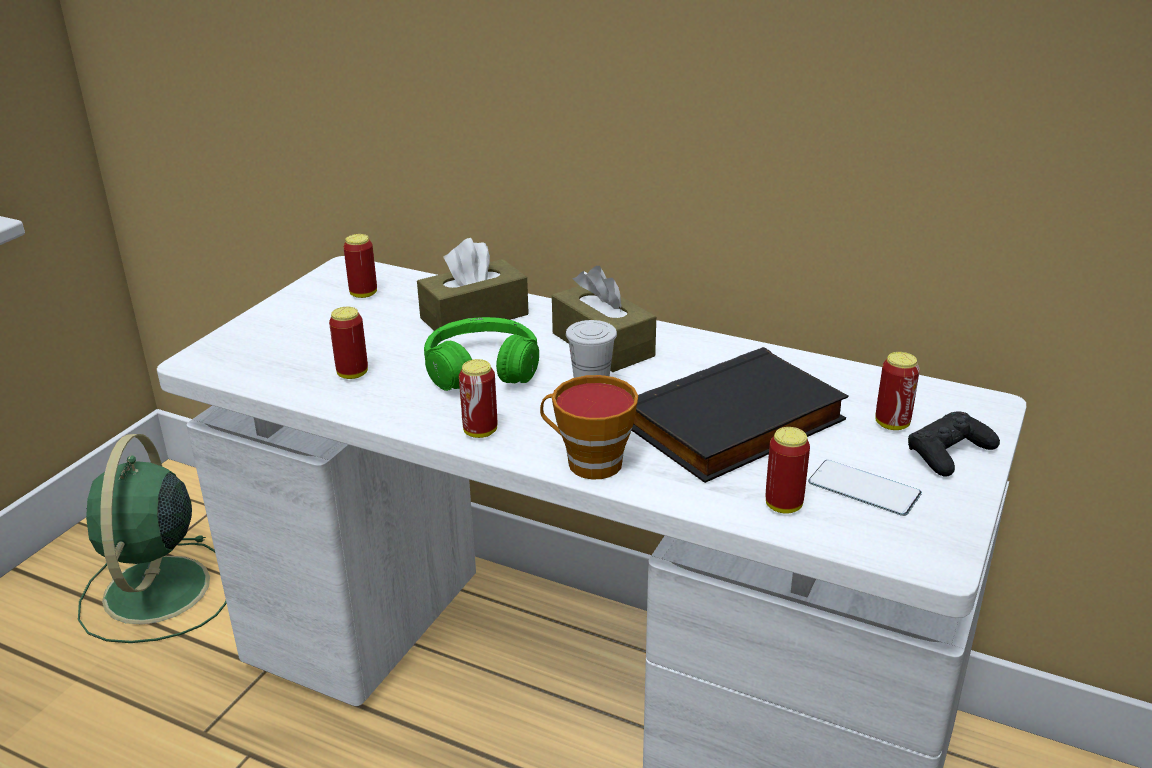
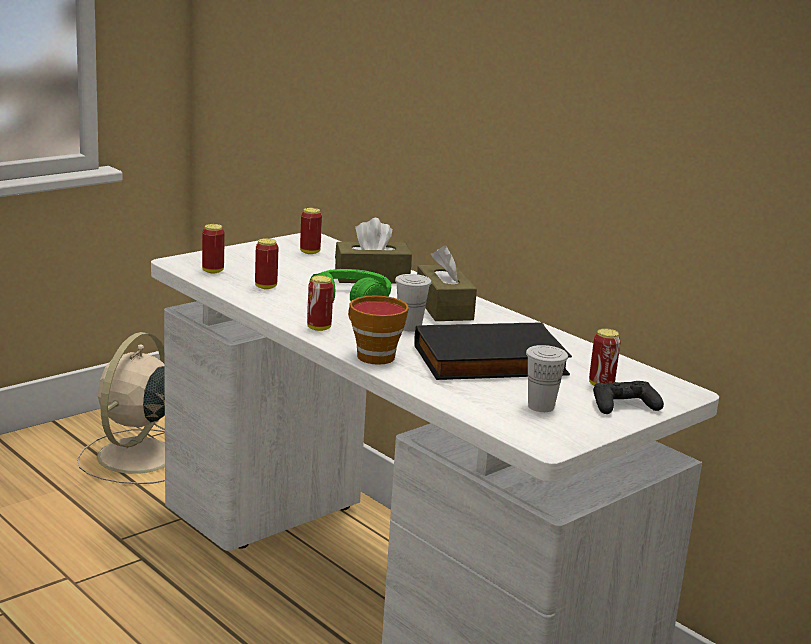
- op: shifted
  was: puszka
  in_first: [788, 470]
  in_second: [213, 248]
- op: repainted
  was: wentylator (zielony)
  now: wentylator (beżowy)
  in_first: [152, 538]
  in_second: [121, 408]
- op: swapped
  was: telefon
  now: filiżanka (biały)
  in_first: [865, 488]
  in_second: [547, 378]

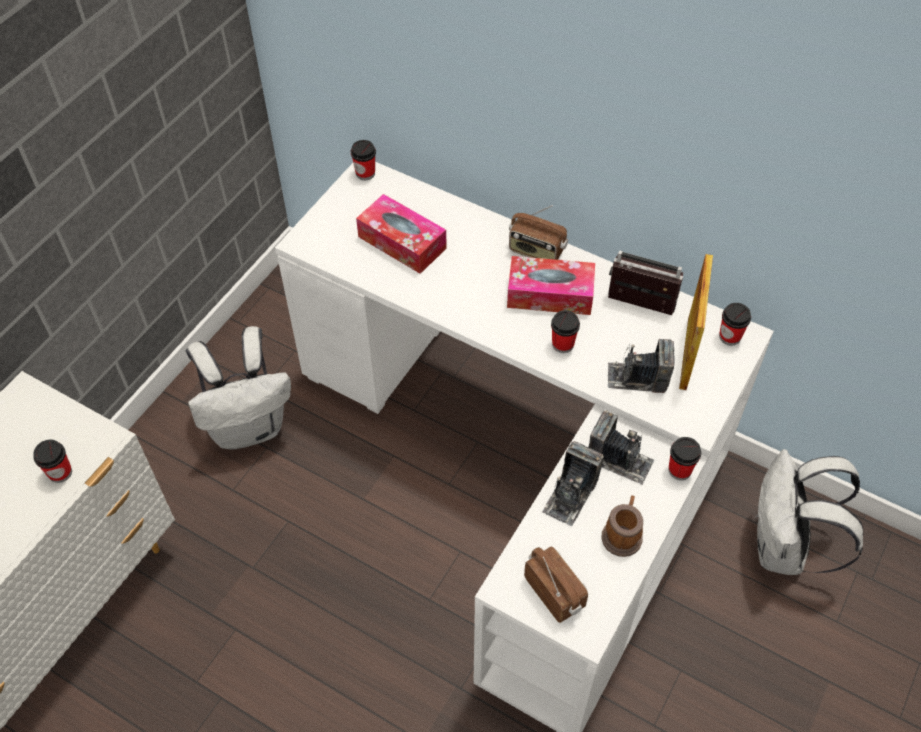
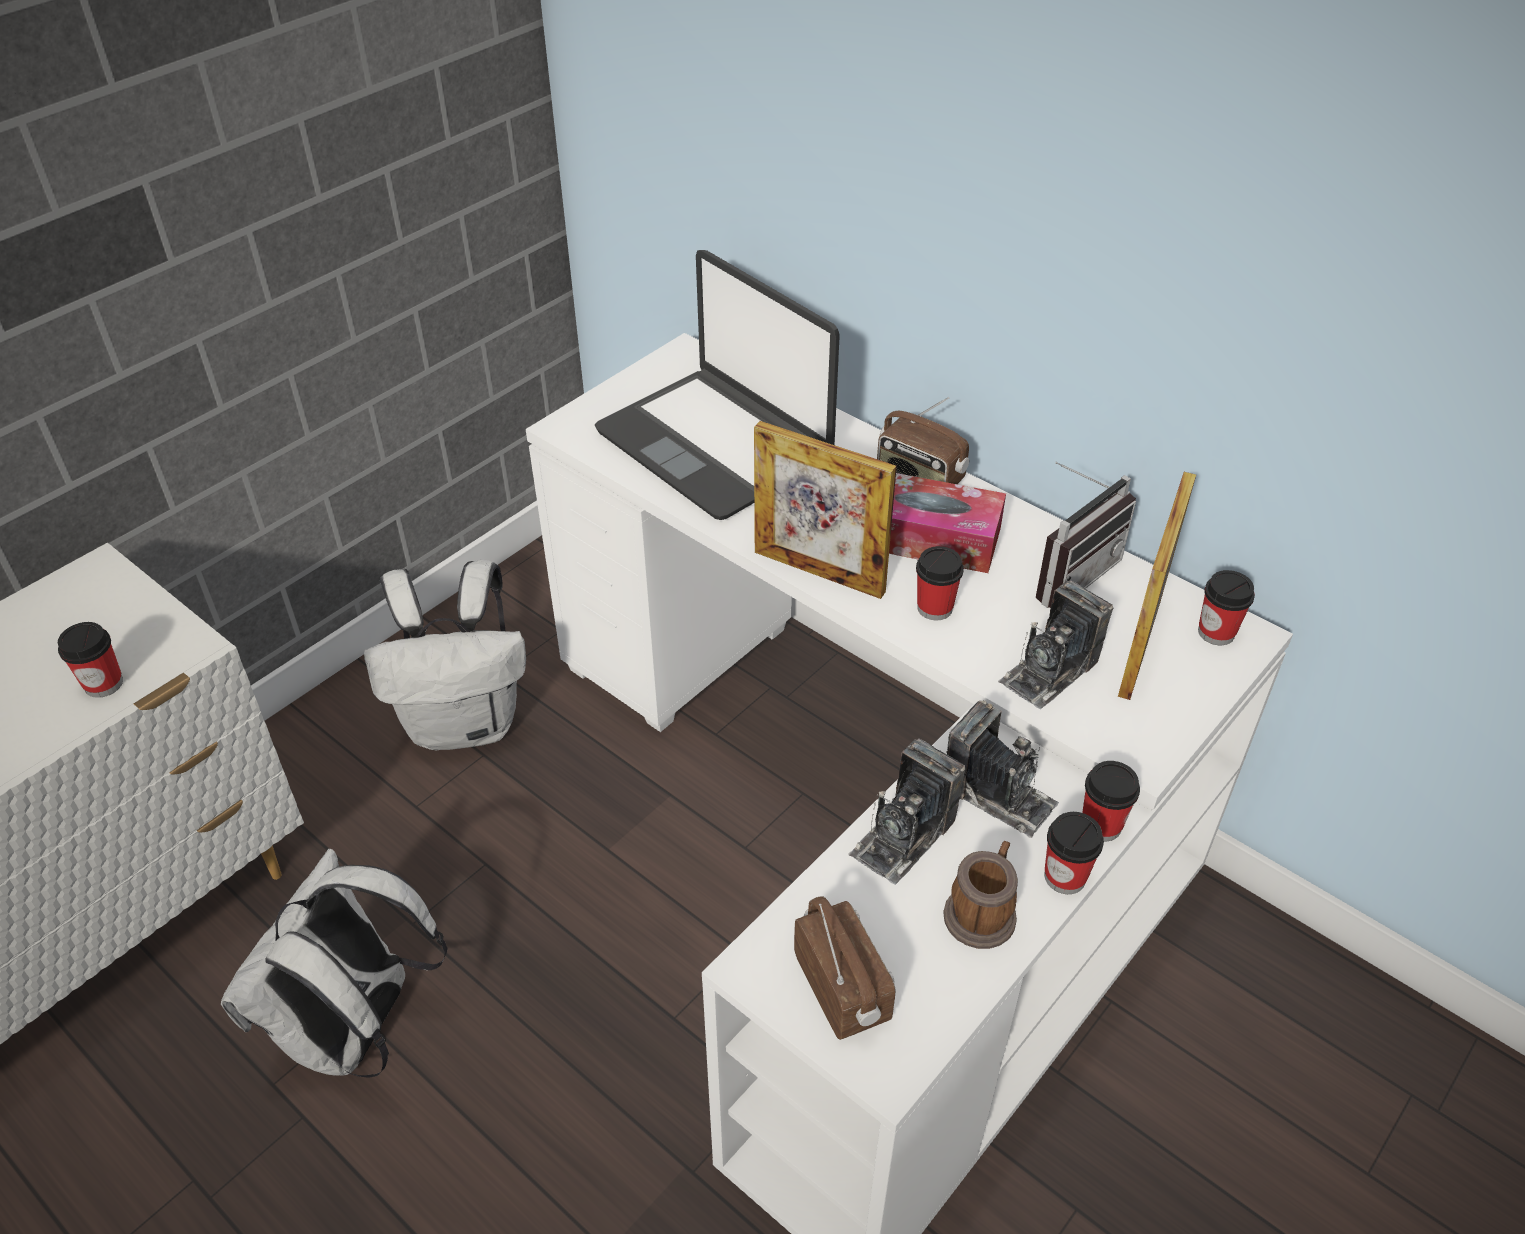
- op: shifted
  was: filiżanka
  in_first: [363, 160]
  in_second: [1074, 853]
- op: swapped
  was: pudełko chusteczek
  now: laptop
  in_first: [401, 234]
  in_second: [717, 385]
- op: rotated
  was: radio
  in_first: [645, 282]
  in_second: [1086, 535]
  clockwise: 105
- op: rotated
  was: aparat fotograficzny
  in_first: [641, 366]
  in_second: [1055, 644]
  clockwise: -60
- op: shifted
  was: plecak (biały)
  in_first: [809, 512]
  in_second: [334, 963]
- op: new
  now: ramka na zdjęcie
  in_second: [825, 510]

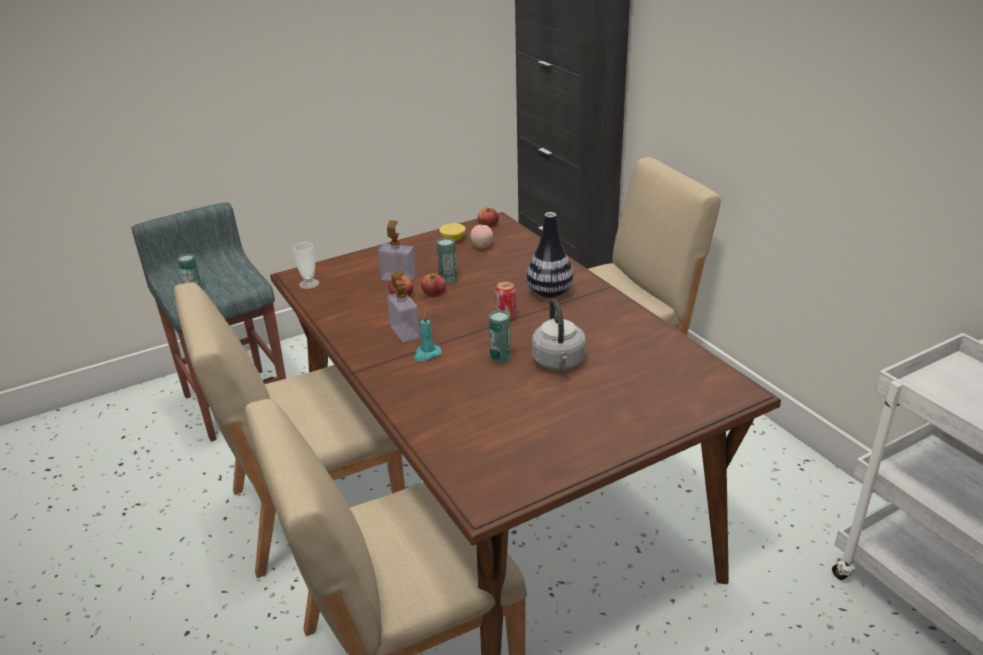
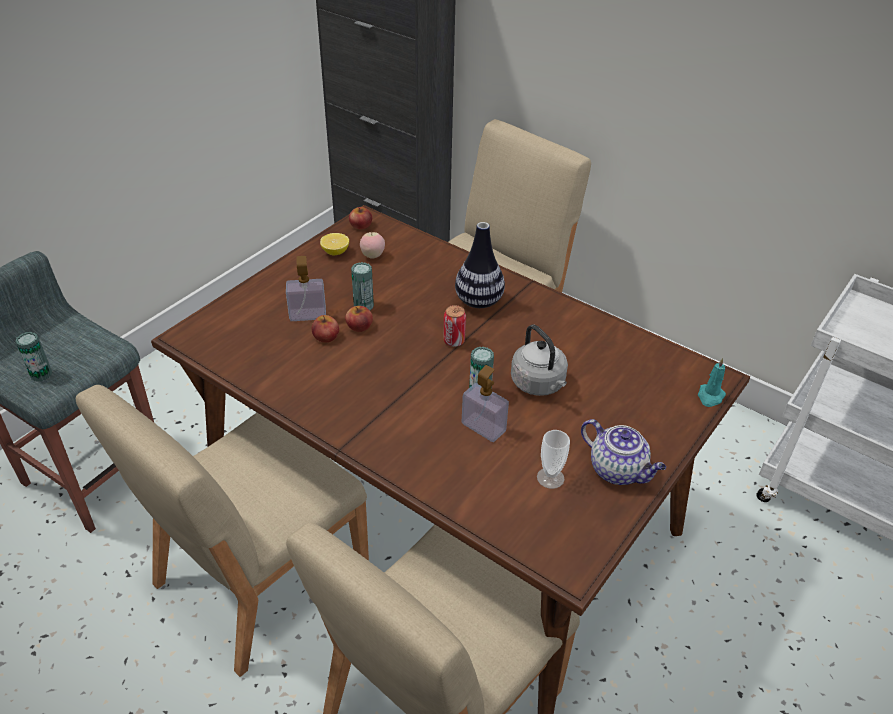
- op: shifted
  was: filiżanka
  in_first: [306, 265]
  in_second: [553, 459]
- op: shifted
  was: dozownik mydła
  in_first: [403, 306]
  in_second: [485, 403]
- op: shifted
  was: świeca (turkusowy)
  in_first: [427, 337]
  in_second: [712, 382]
- op: new
  now: imbryk
  in_second: [623, 452]

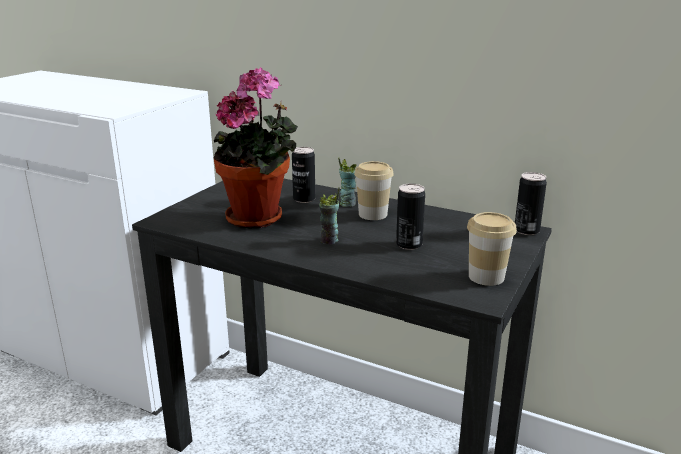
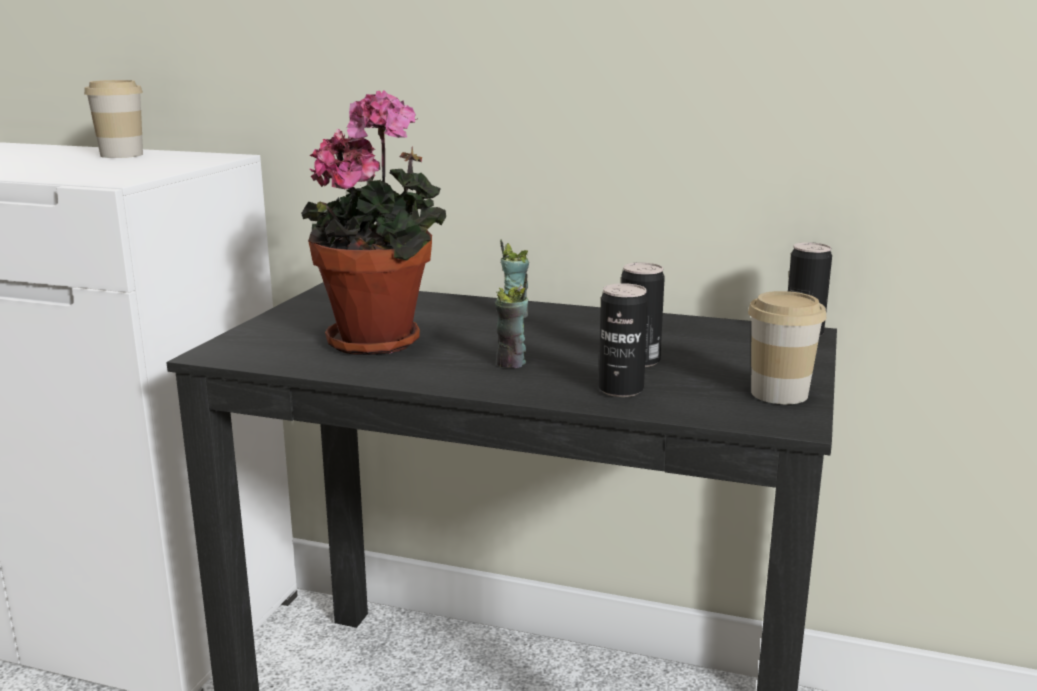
- op: shifted
  was: puszka
  in_first: [303, 175]
  in_second: [623, 340]
- op: shifted
  was: filiżanka
  in_first: [374, 190]
  in_second: [113, 119]

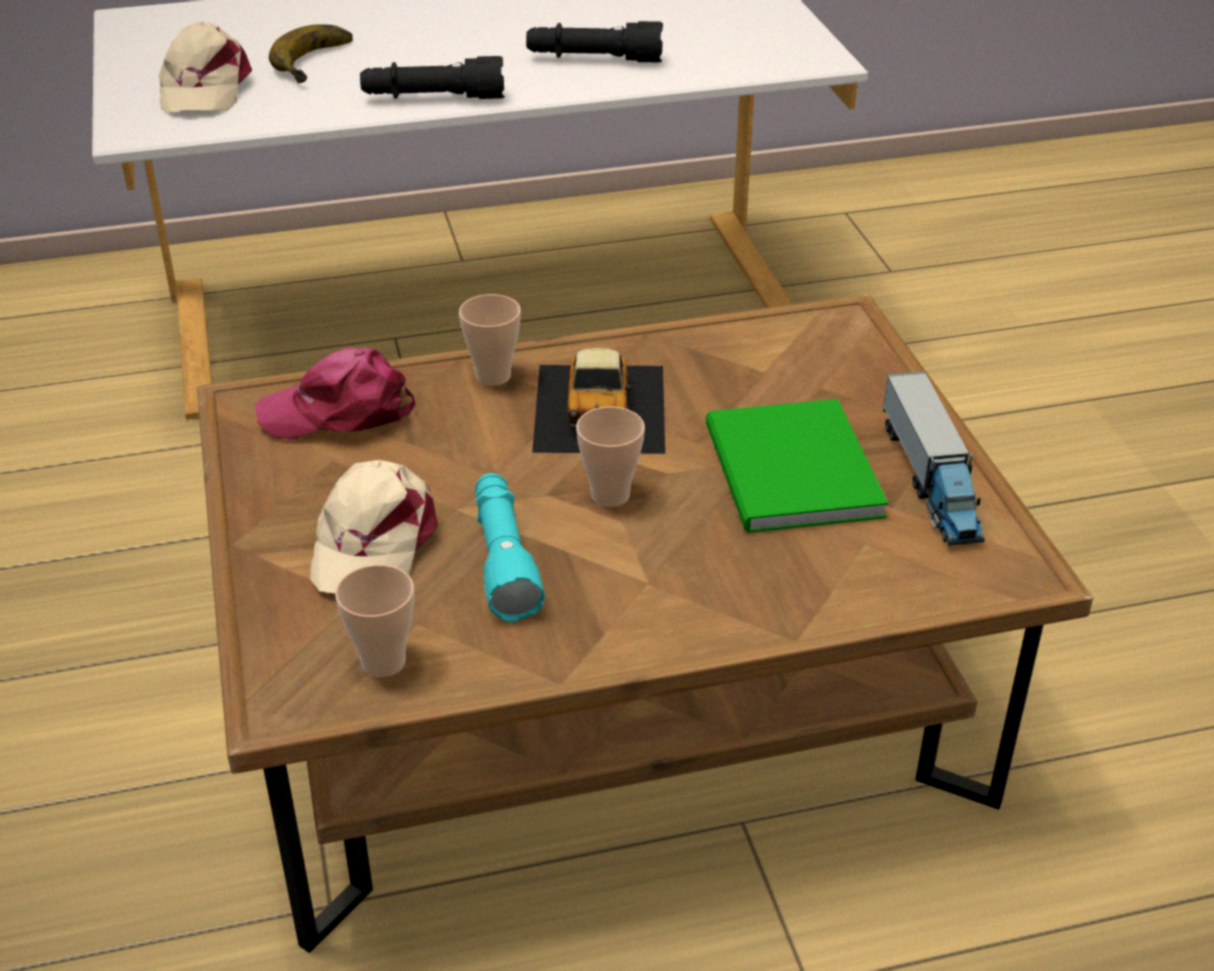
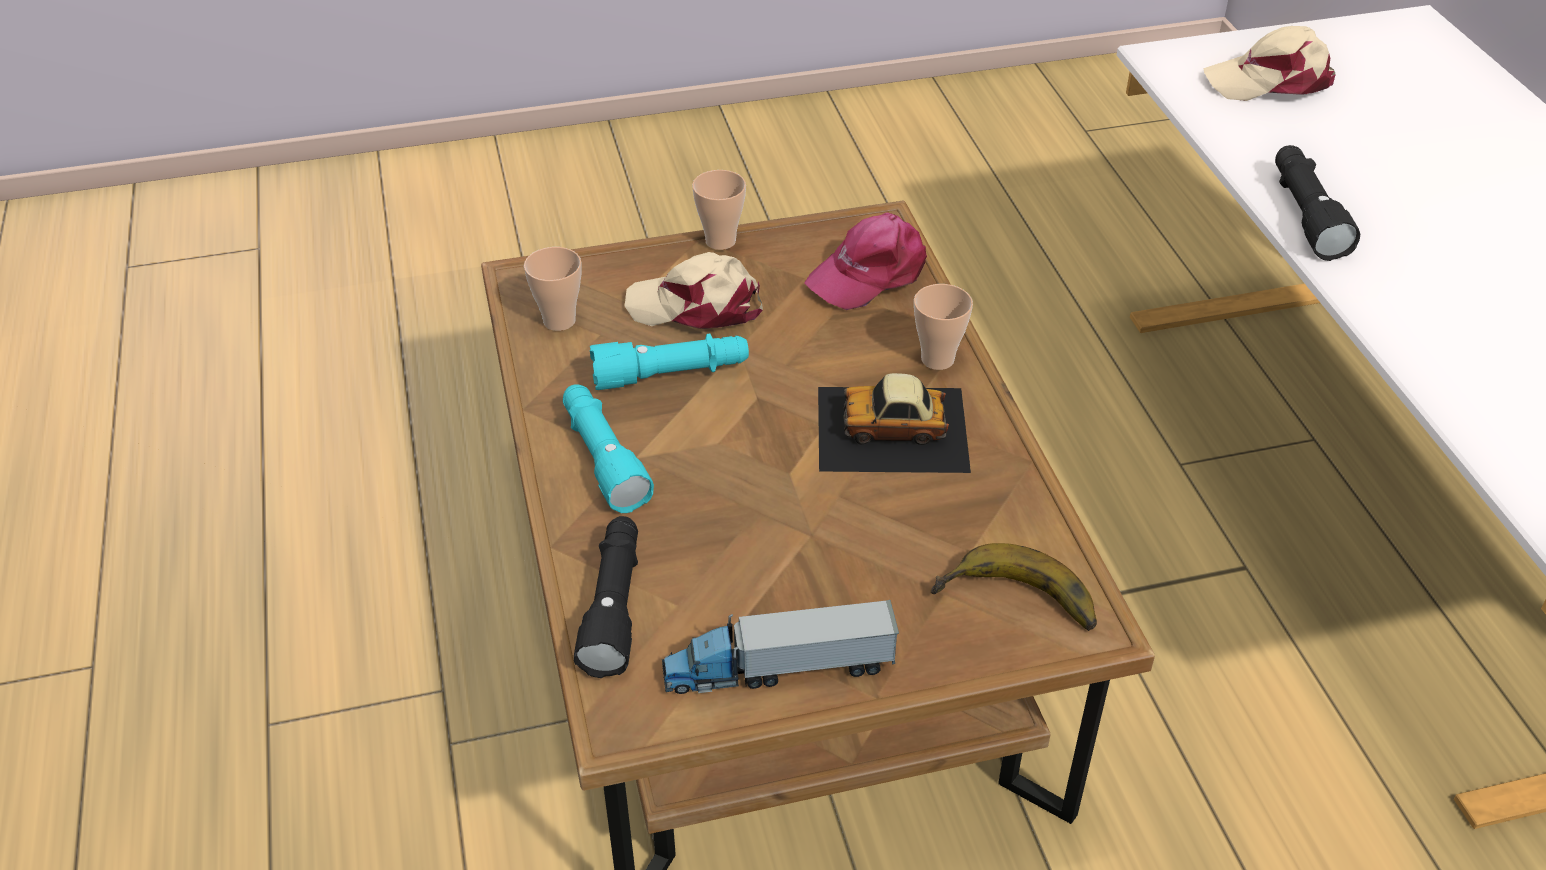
- op: shifted
  was: latarka (czarny)
  in_first: [594, 42]
  in_second: [606, 597]
- op: shifted
  was: banan
  in_first: [311, 53]
  in_second: [1014, 587]
- op: rotated
  was: czapka z daszkiem (różowy)
  in_first: [335, 393]
  in_second: [865, 261]
  clockwise: -120
- op: gone
  was: książka (zielony)
  in_first: [797, 466]
- op: shifted
  was: filiżanka
  in_first: [610, 456]
  in_second: [719, 210]
- op: new
  now: latarka (turkusowy)
  in_second: [608, 449]

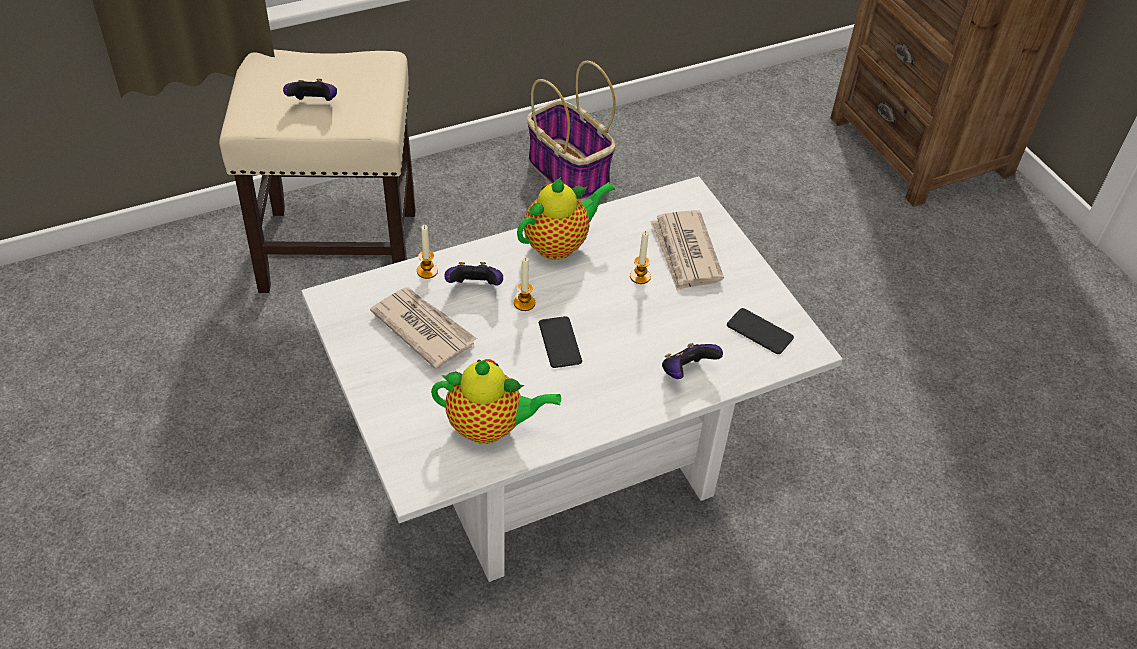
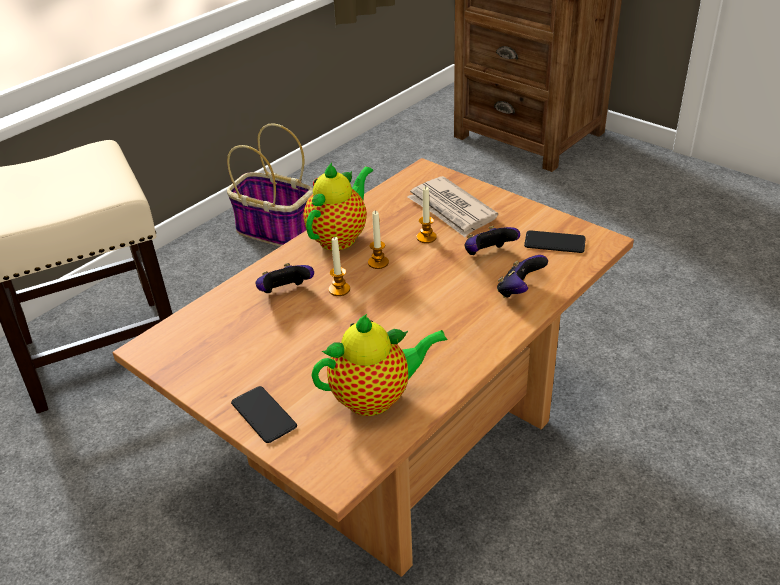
- op: shifted
  was: pad do gier
  in_first: [310, 89]
  in_second: [492, 240]
- op: repainted
  was: ława (biały)
  now: ława (brązowy)
  in_first: [572, 379]
  in_second: [373, 367]
- op: shifted
  was: świeca
  in_first: [427, 252]
  in_second: [378, 239]
- op: gone
  was: gazeta
  in_first: [423, 328]
- op: shifted
  was: telefon
  in_first: [560, 342]
  in_second: [264, 414]

